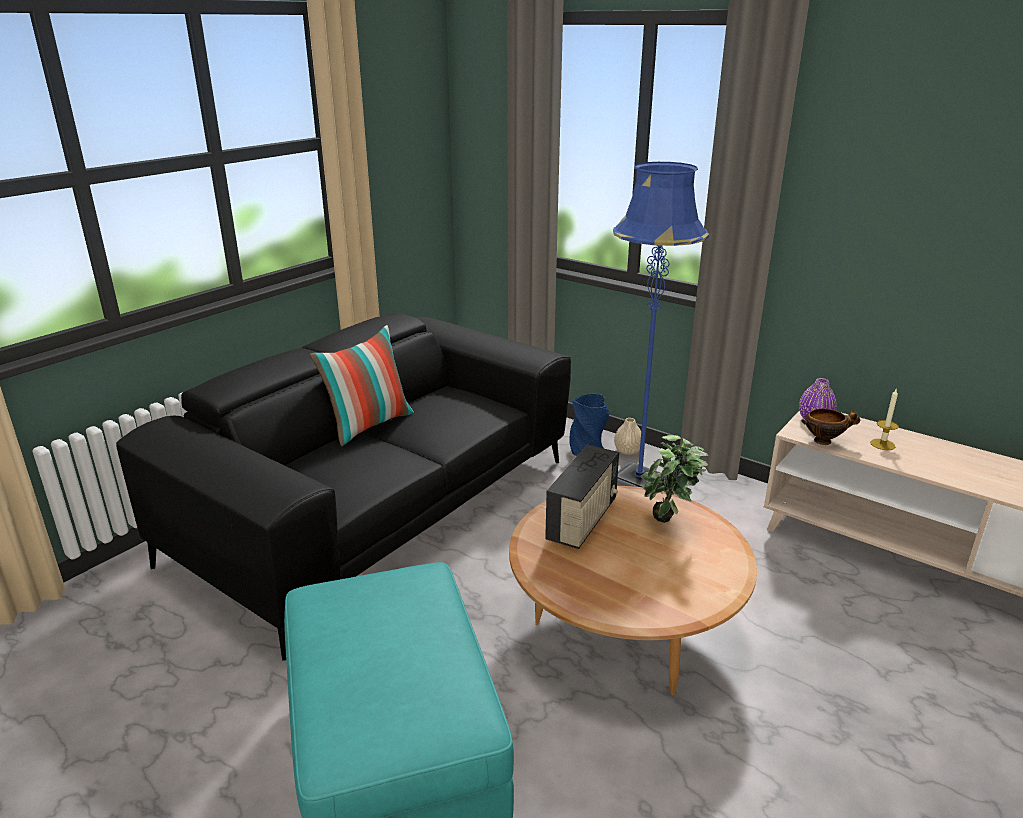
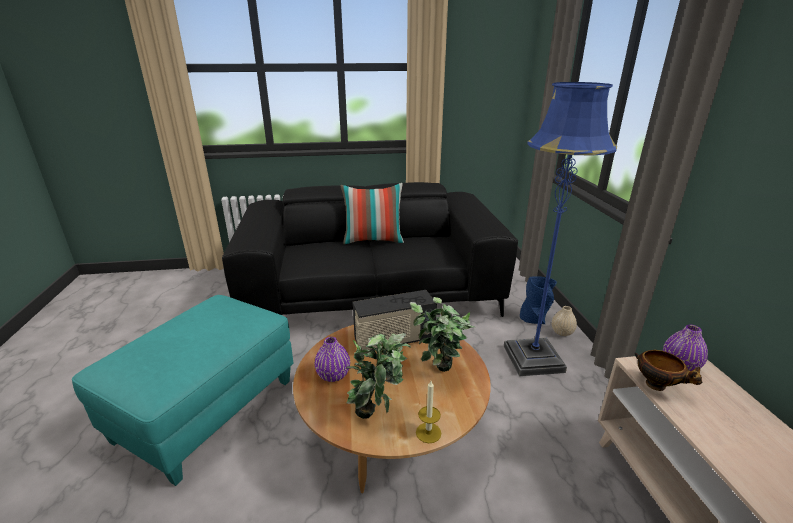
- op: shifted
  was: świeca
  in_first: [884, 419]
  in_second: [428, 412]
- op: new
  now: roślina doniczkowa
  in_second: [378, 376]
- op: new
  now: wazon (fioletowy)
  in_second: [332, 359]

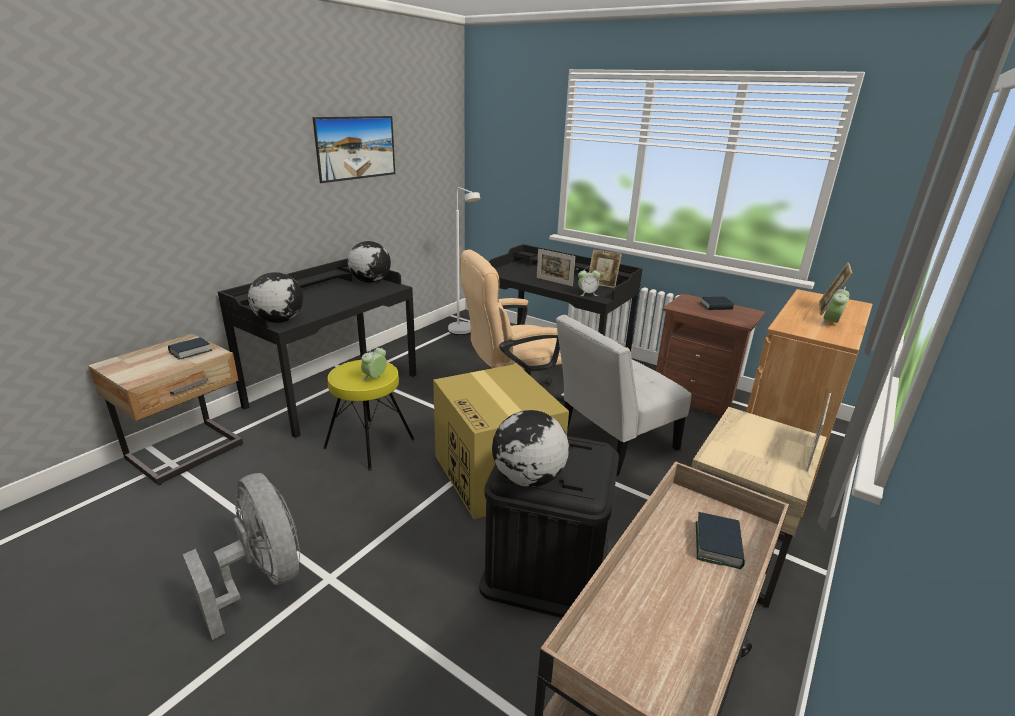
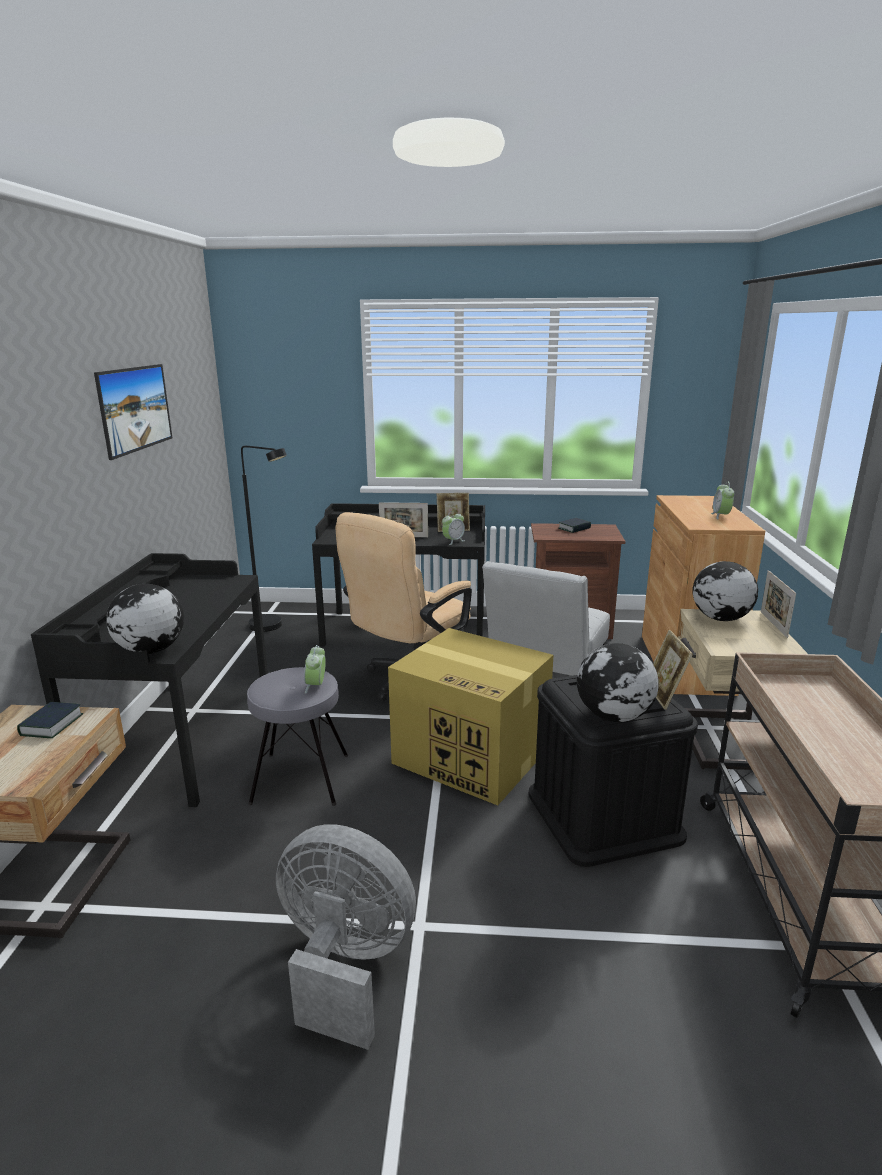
- op: repainted
  was: lampa stojąca (biały)
  now: lampa stojąca (czarny)
  in_first: [464, 261]
  in_second: [264, 539]
- op: shifted
  was: globus
  in_first: [369, 262]
  in_second: [725, 591]
- op: shifted
  was: ramka na zdjęcie
  in_first: [835, 288]
  in_second: [673, 670]
- op: repainted
  was: stołek (żółty)
  now: stołek (szary)
  in_first: [369, 415]
  in_second: [297, 736]
- op: gone
  was: książka
  in_first: [720, 540]

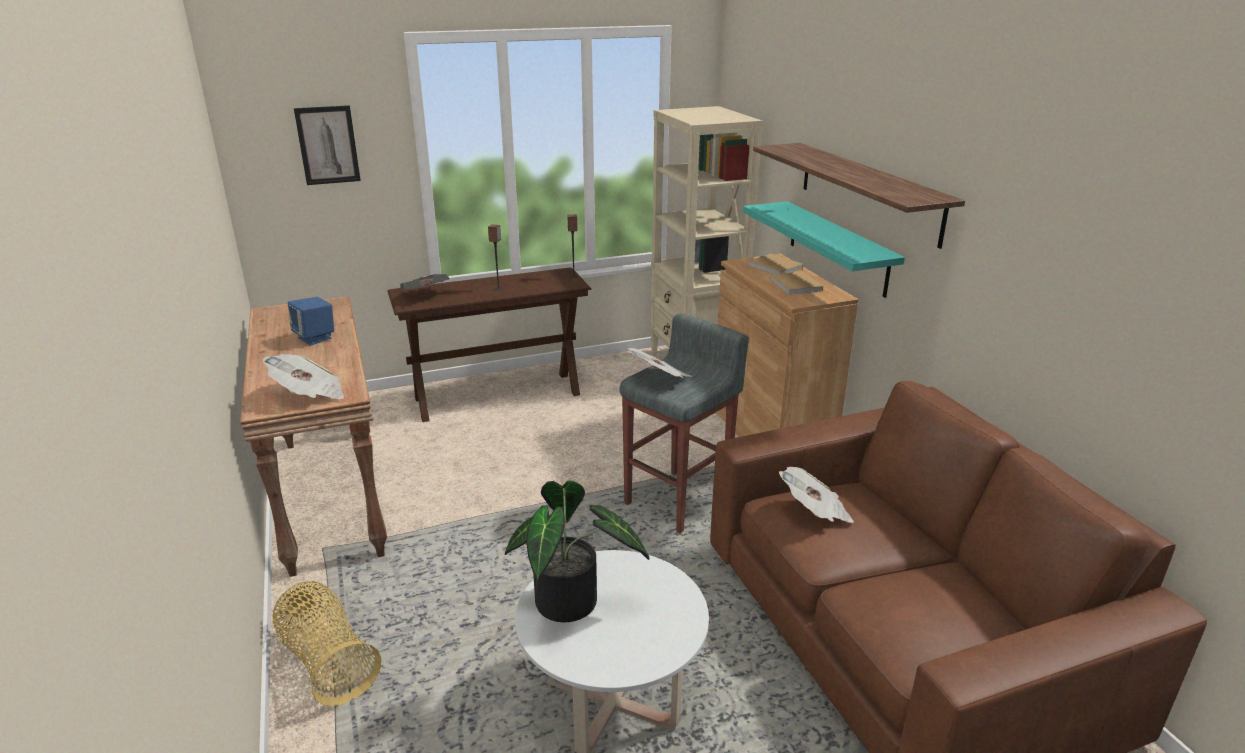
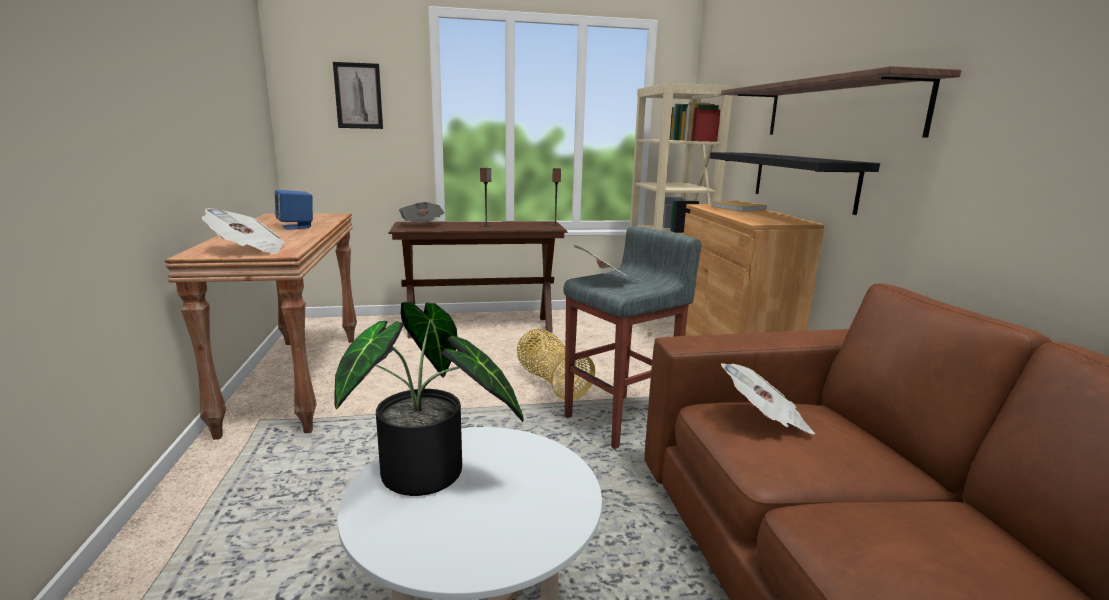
- op: repainted
  was: półka (turkusowy)
  now: półka (czarny)
  in_first: [824, 249]
  in_second: [795, 183]
- op: gone
  was: książka (beżowy)
  in_first: [796, 283]
- op: shifted
  was: koszyk
  in_first: [327, 643]
  in_second: [556, 364]

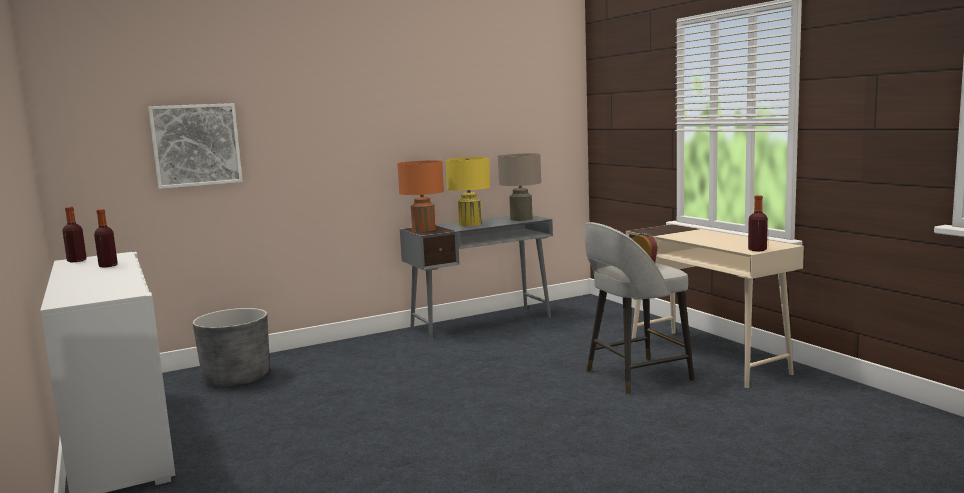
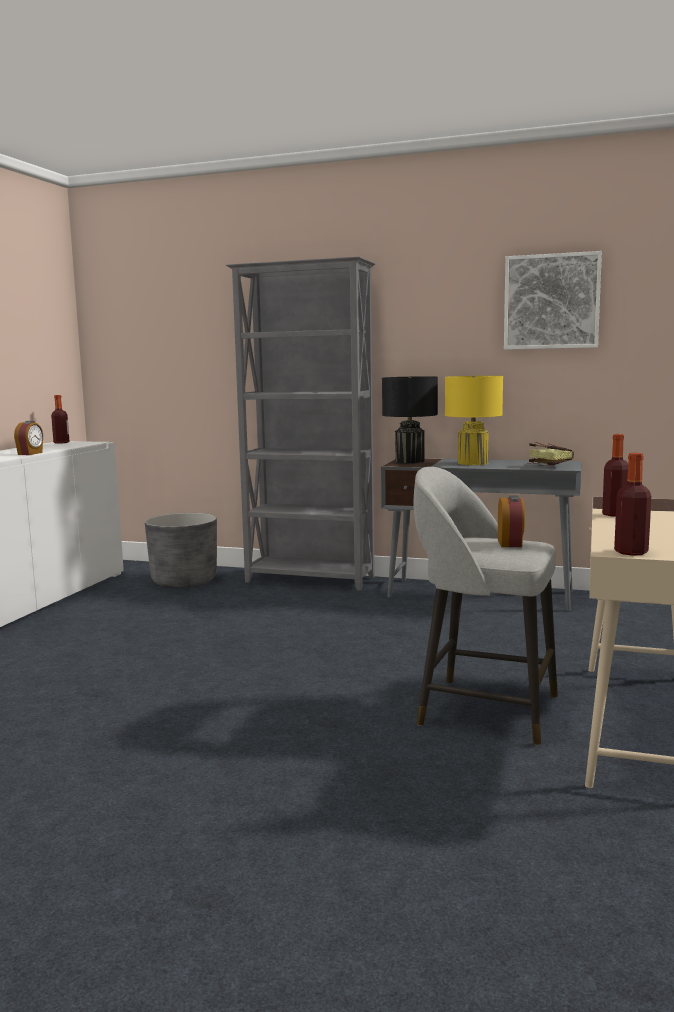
- op: shifted
  was: obraz
  in_first: [195, 146]
  in_second: [553, 300]
- op: swapped
  was: lampa stołowa (beżowy)
  now: książka
  in_first: [519, 187]
  in_second: [550, 454]
- op: repainted
  was: lampa stołowa (pomarańczowy)
  now: lampa stołowa (czarny)
  in_first: [420, 196]
  in_second: [410, 420]
- op: shifted
  was: butelka
  in_first: [106, 238]
  in_second: [615, 475]
- op: new
  now: regał (szary)
  in_second: [301, 424]
- op: new
  now: budzik
  in_second: [28, 438]

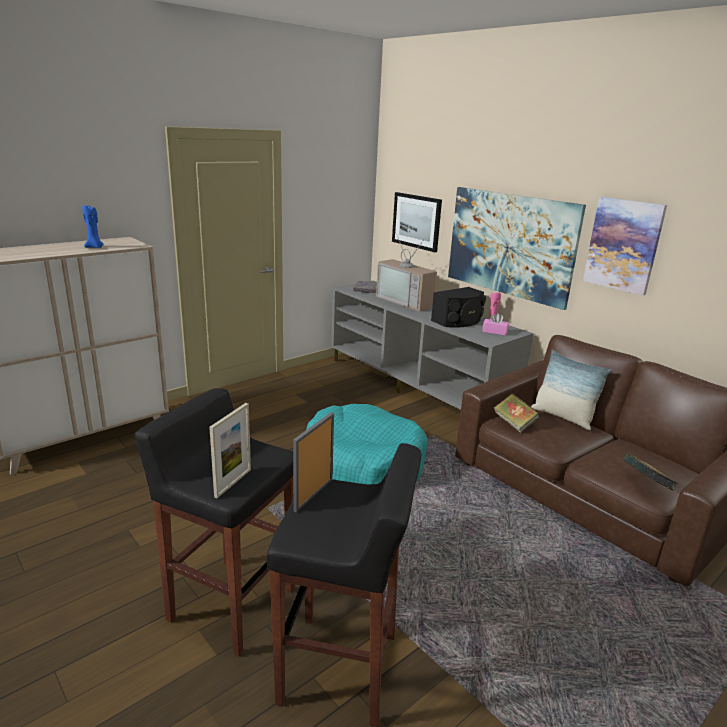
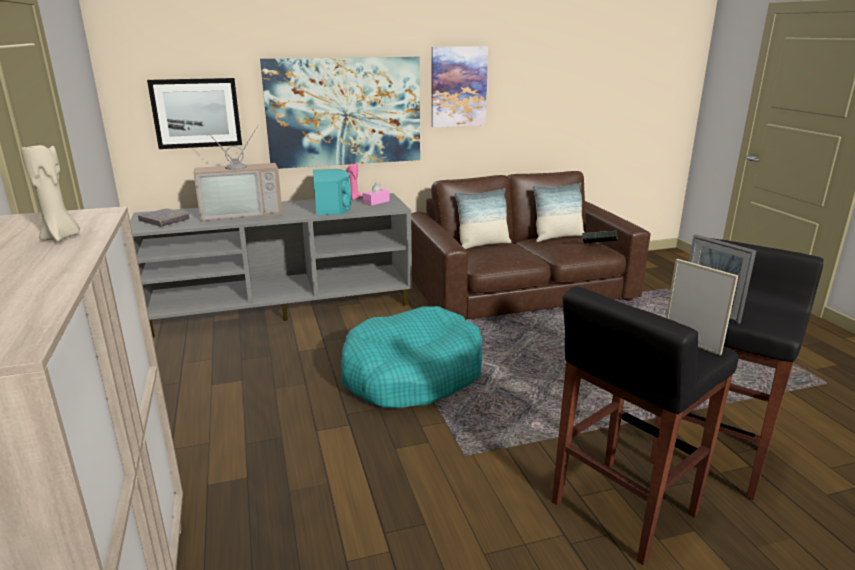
- op: repainted
  was: świeca (niebieski)
  now: świeca (beżowy)
  in_first: [93, 226]
  in_second: [50, 191]
- op: repainted
  was: głośnik (czarny)
  now: głośnik (turkusowy)
  in_first: [458, 307]
  in_second: [332, 192]
- op: gone
  was: książka
  in_first: [517, 413]
- op: new
  now: poduszka
  in_second: [559, 212]

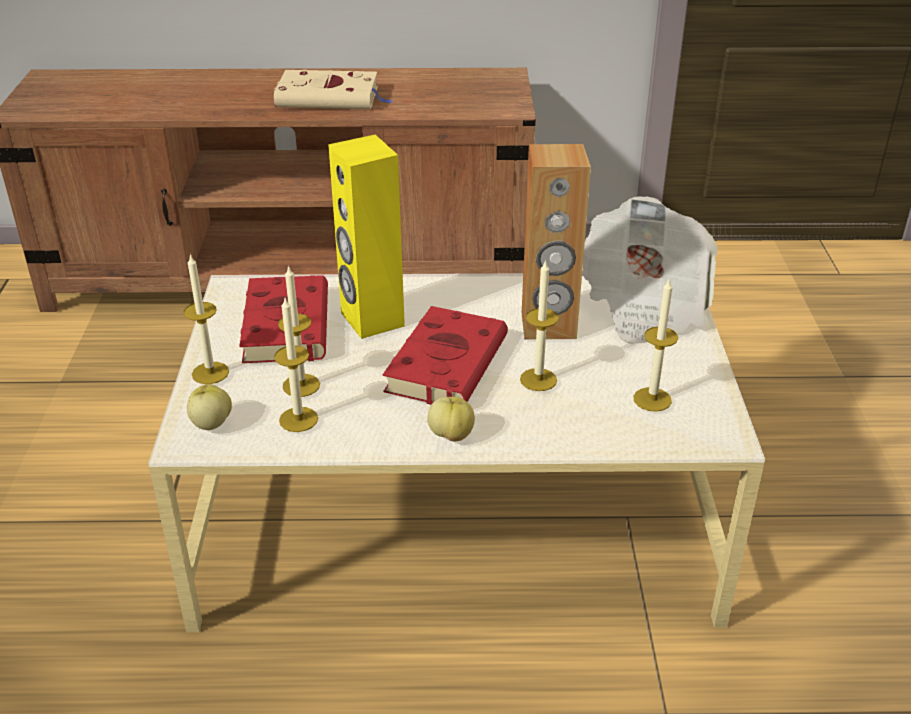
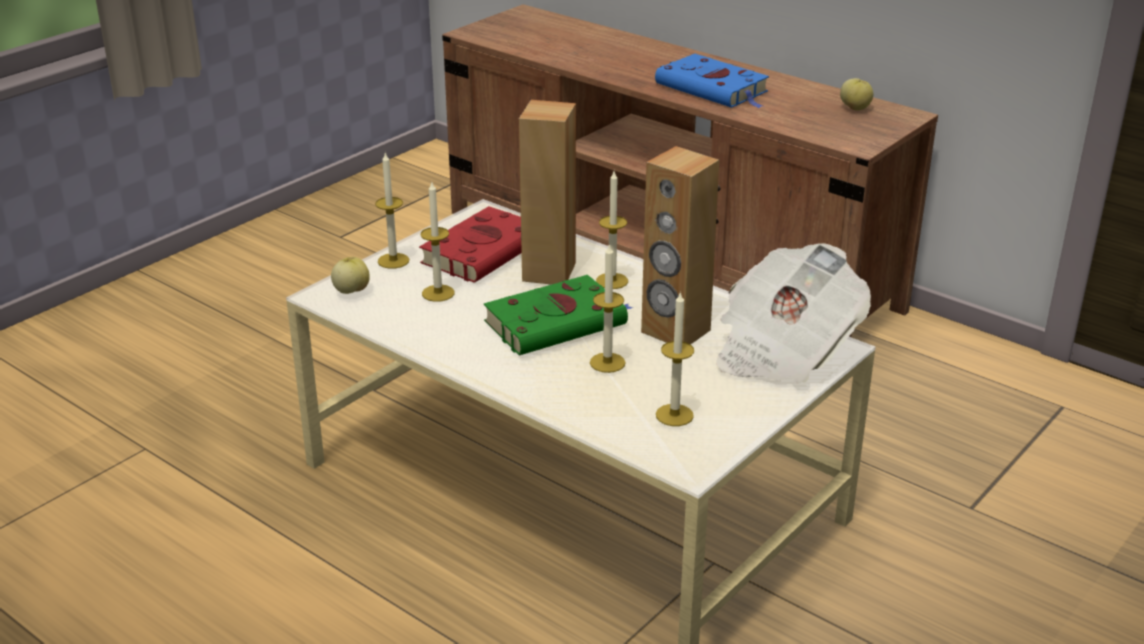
- op: repainted
  was: książka (beżowy)
  now: książka (niebieski)
  in_first: [333, 89]
  in_second: [712, 81]
- op: repainted
  was: głośnik (żółty)
  now: głośnik (brązowy)
  in_first: [366, 237]
  in_second: [547, 192]
- op: shifted
  was: świeca
  in_first: [296, 365]
  in_second: [612, 230]
- op: repainted
  was: książka (czerwony)
  now: książka (zielony)
  in_first: [445, 355]
  in_second: [558, 315]
- op: shifted
  was: jabłko
  in_first: [451, 419]
  in_second: [856, 94]

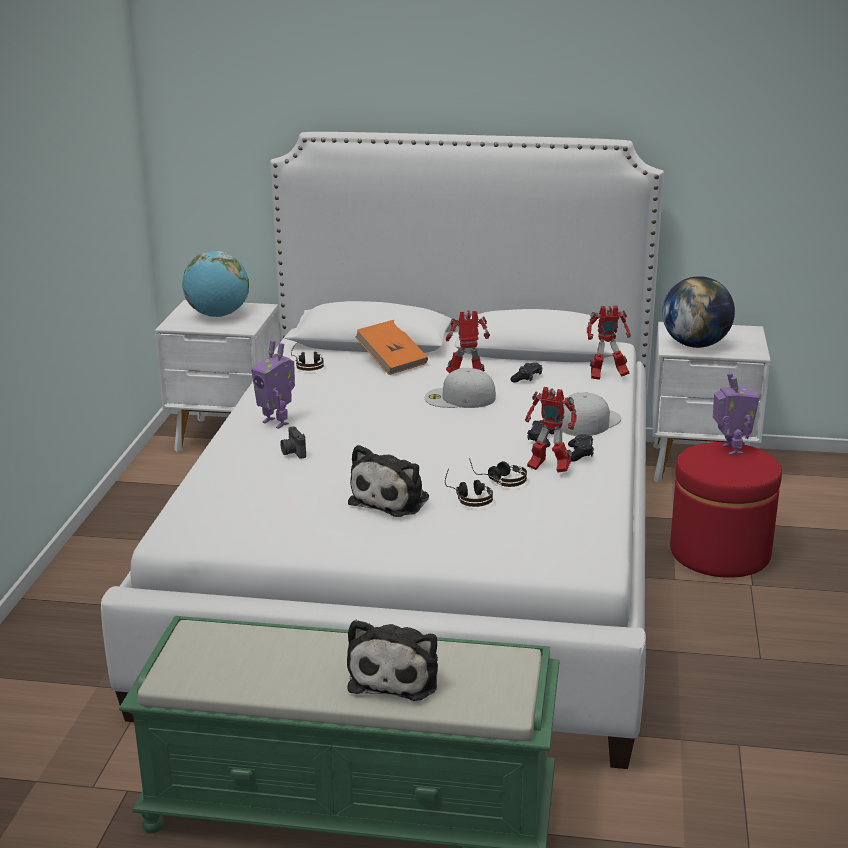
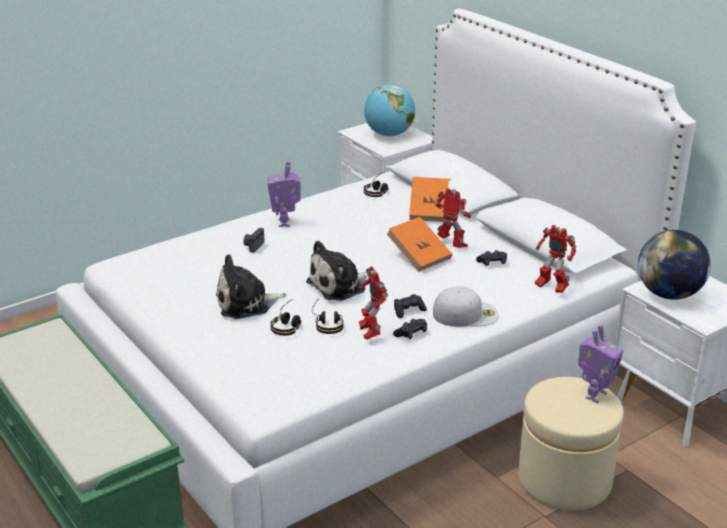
- op: swapped
  was: czapka z daszkiem (biały)
  now: książka (pomarańczowy)
  in_first: [460, 388]
  in_second: [419, 244]
- op: repainted
  was: pufa (czerwony)
  now: pufa (beżowy)
  in_first: [726, 510]
  in_second: [571, 444]
- op: shifted
  was: pluszak
  in_first: [392, 660]
  in_second: [337, 270]

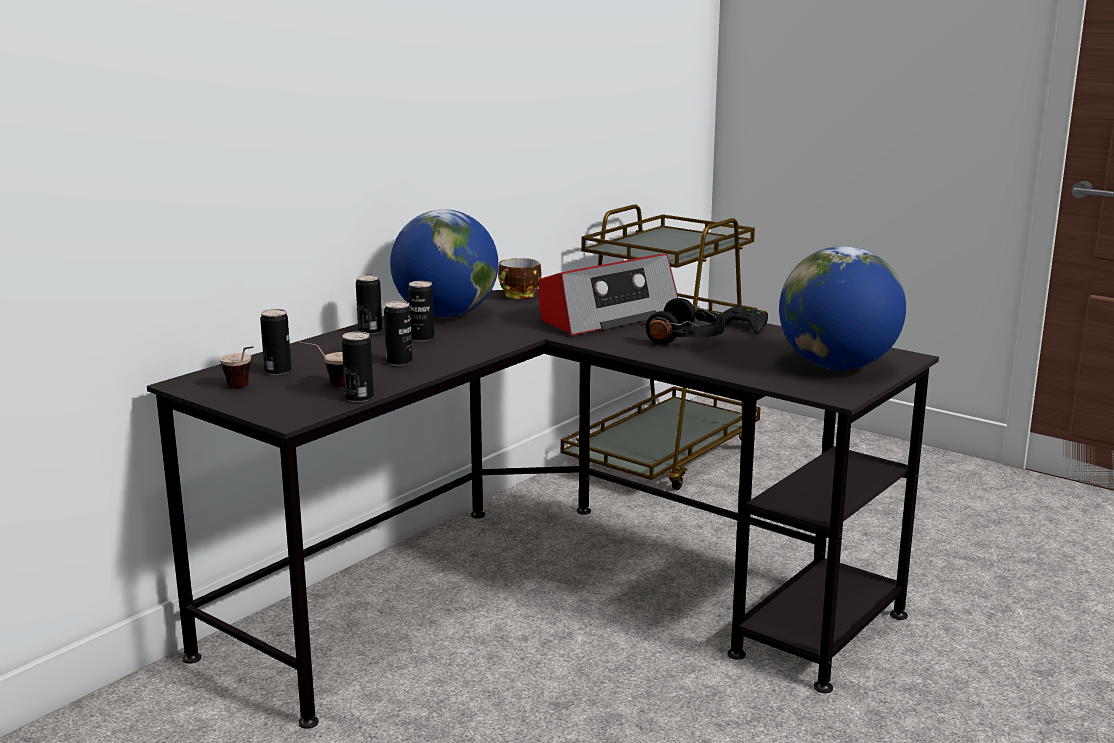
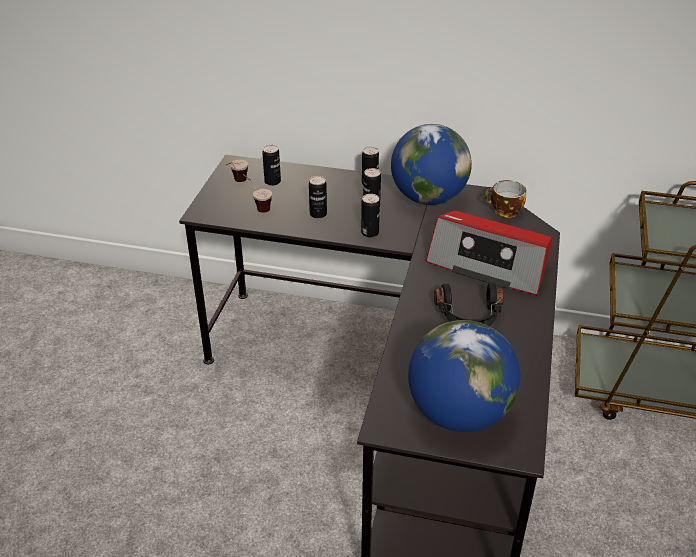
- op: gone
  was: pad do gier (czarny)
  in_first: [744, 319]
- op: shifted
  was: puszka
  in_first: [358, 366]
  in_second: [370, 215]

